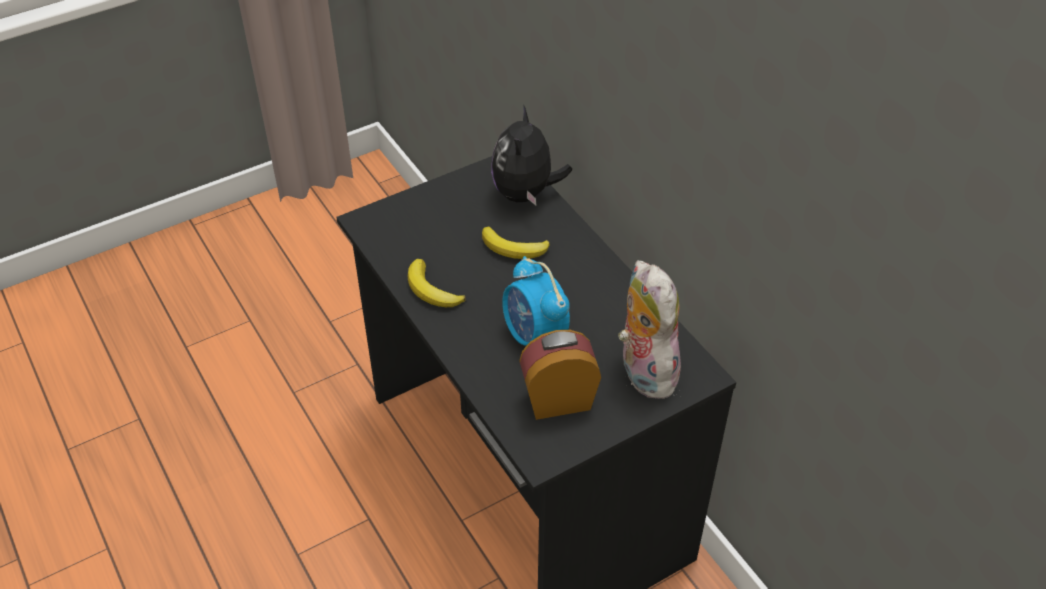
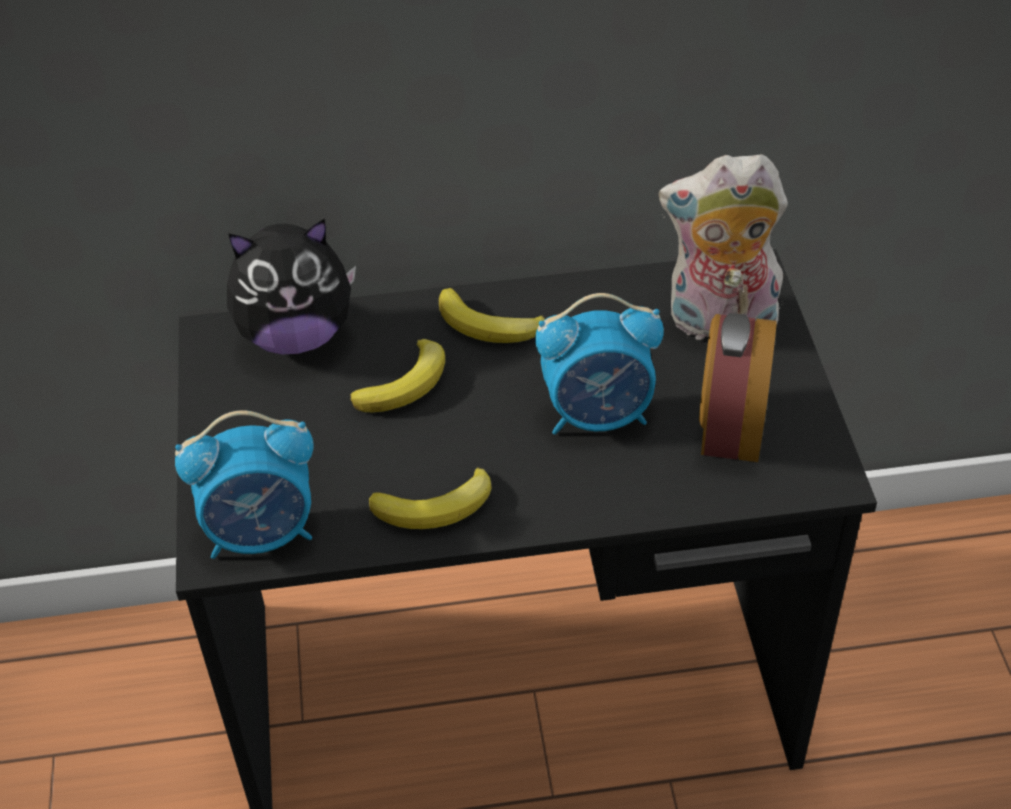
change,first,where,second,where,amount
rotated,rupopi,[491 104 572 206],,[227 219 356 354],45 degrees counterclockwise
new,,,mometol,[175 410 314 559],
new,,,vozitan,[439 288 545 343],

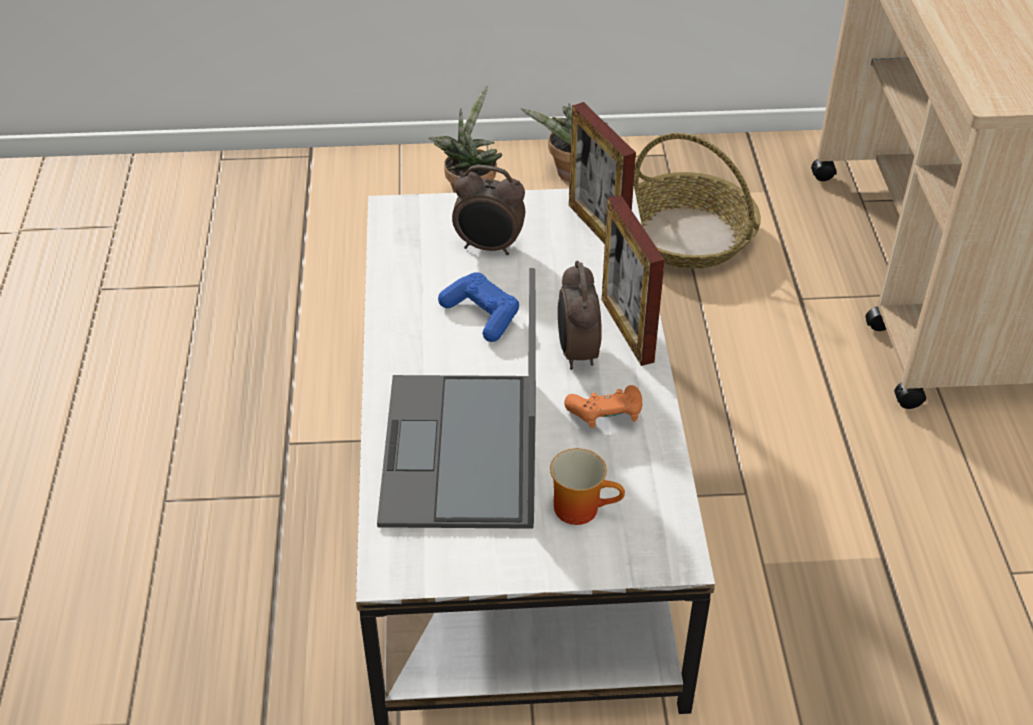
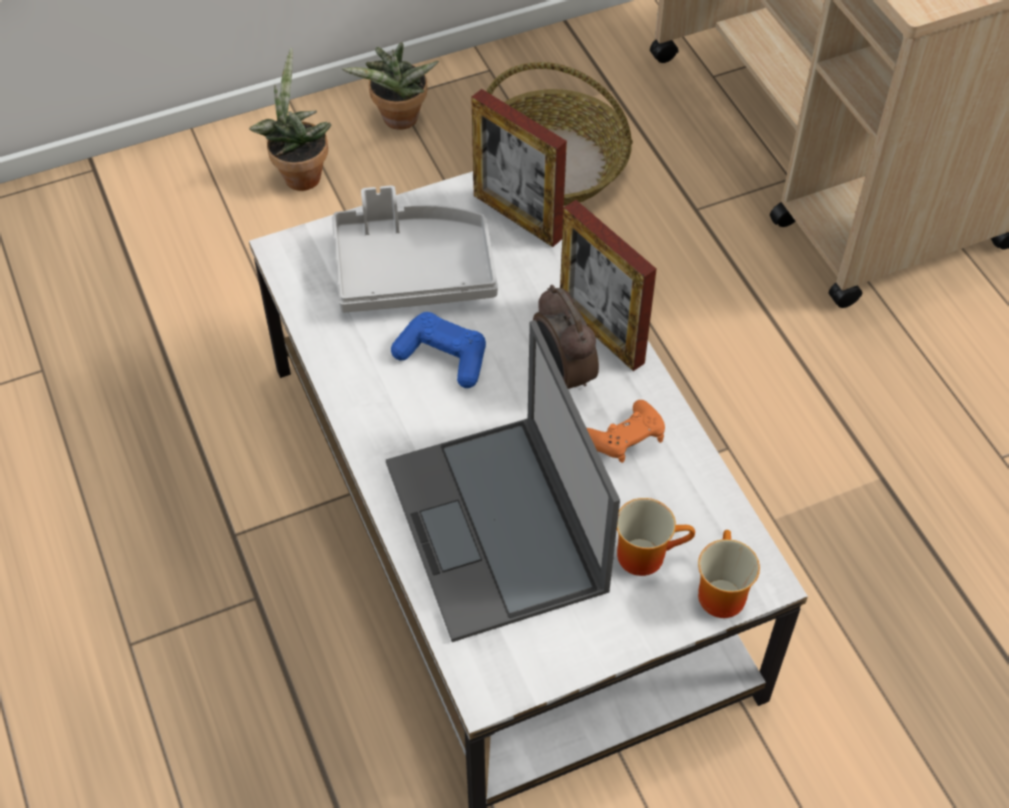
change,first,where,second,where,amount
swapped,mometol,[452 165 525 255],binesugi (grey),[332 185 498 313],
new,,,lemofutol,[698 530 760 618],

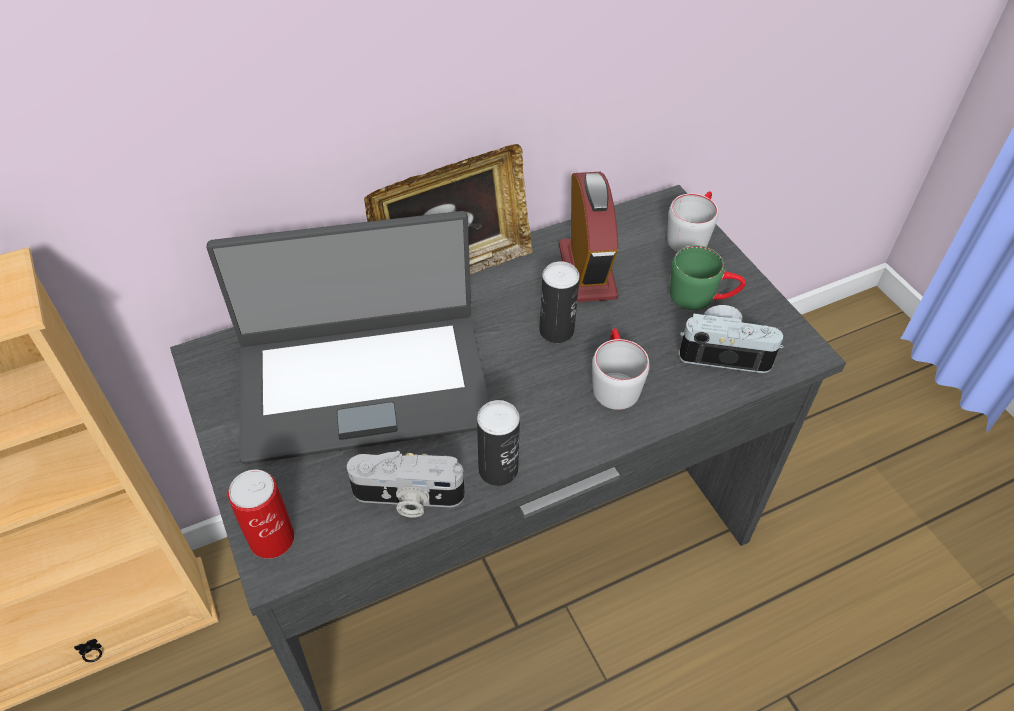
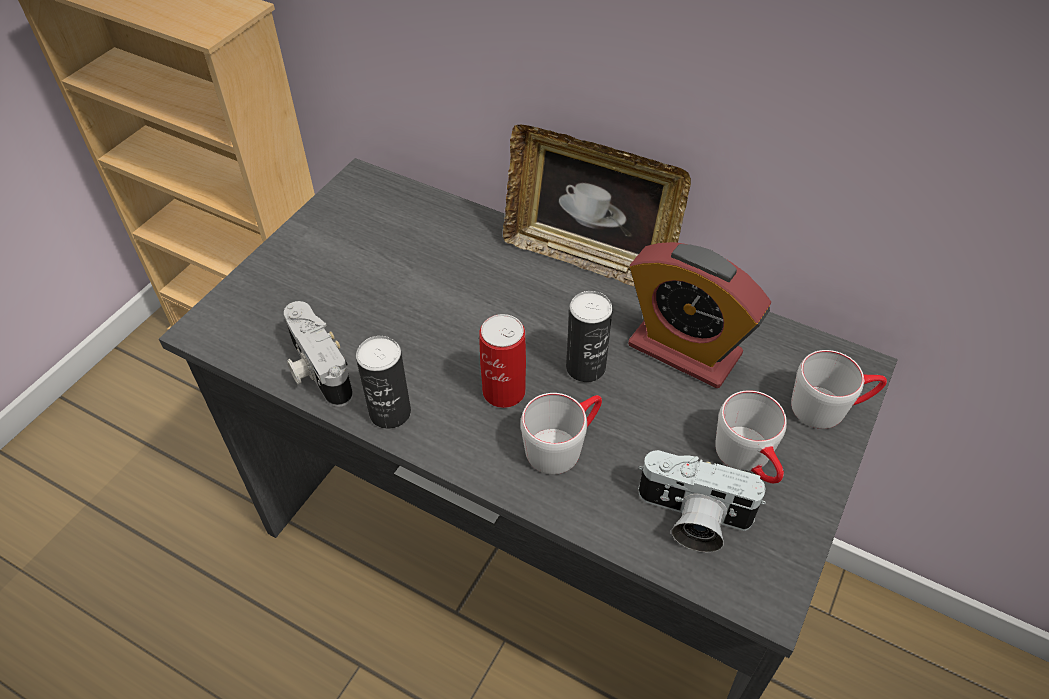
change,first,where,second,where,amount
gone,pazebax,[207 211 490 464],,,
shifted,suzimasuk,[228 470 294 559],,[479 314 526 408],
rotated,mometol,[559 172 619 302],,[628 242 771 388],75 degrees clockwise
repainted,lemofutol (green),[670 245 746 310],lemofutol (grey),[715 390 787 483],
rotated,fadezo,[679 305 783 373],,[638 450 766 552],135 degrees clockwise

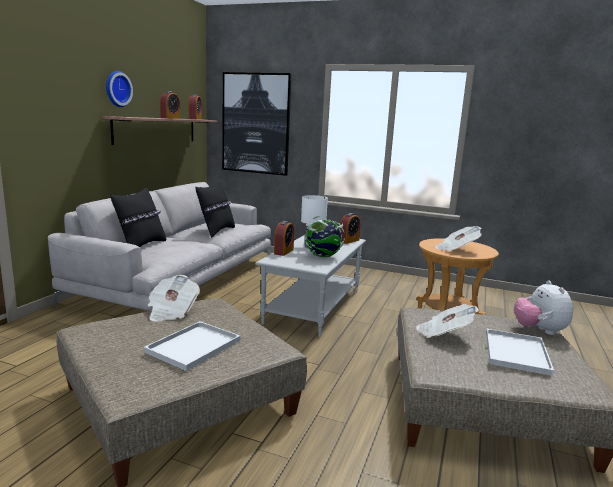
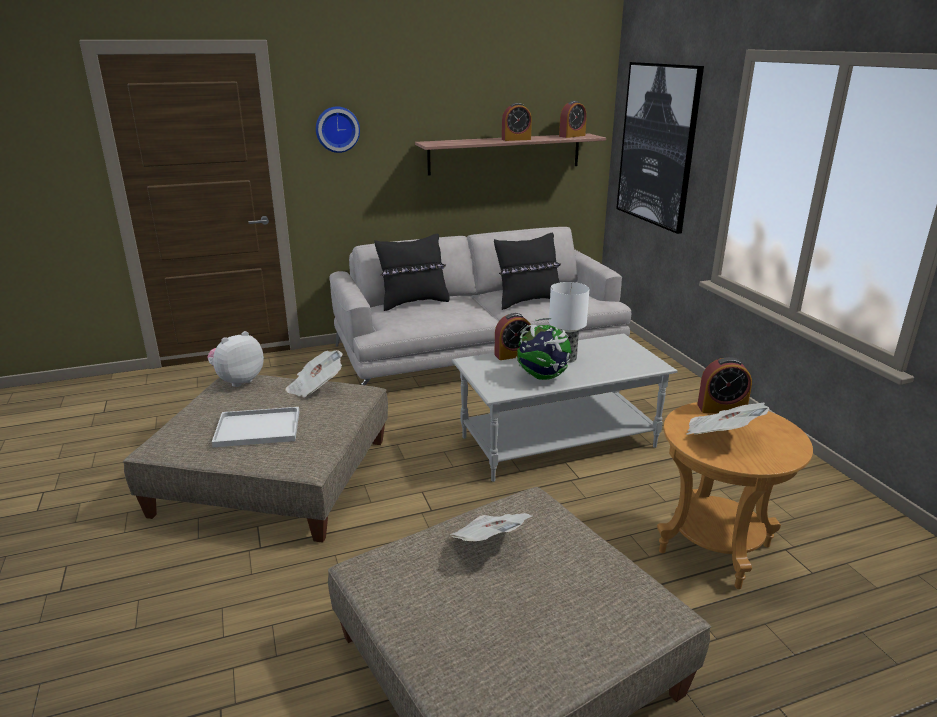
change,first,where,second,where,amount
shifted,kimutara,[106 71 133 107],,[316 106 360 153],
shifted,mometol,[340 213 361 244],,[697 357 752 413],
gone,binesugi (white),[486 329 554 376],,,
shifted,rupopi,[514 280 573 335],,[207 331 264 387],

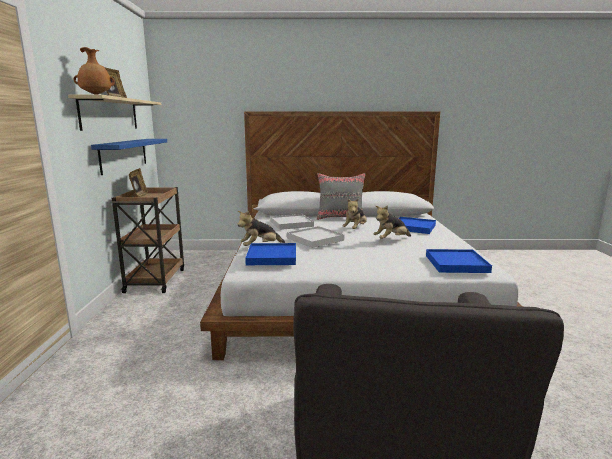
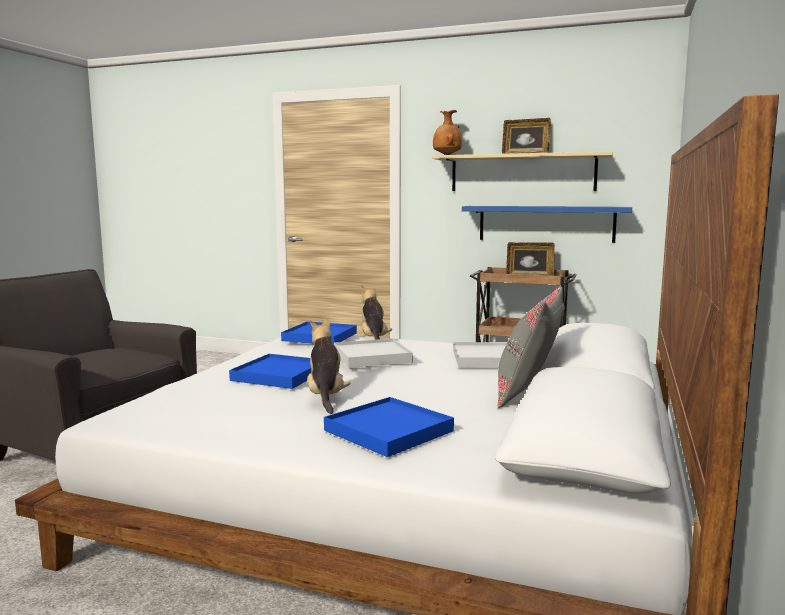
change,first,where,second,where,amount
gone,rupopi,[343 198 367 229],,,
shifted,binesugi (blue),[426 249 492 273],,[229 354 311 389],

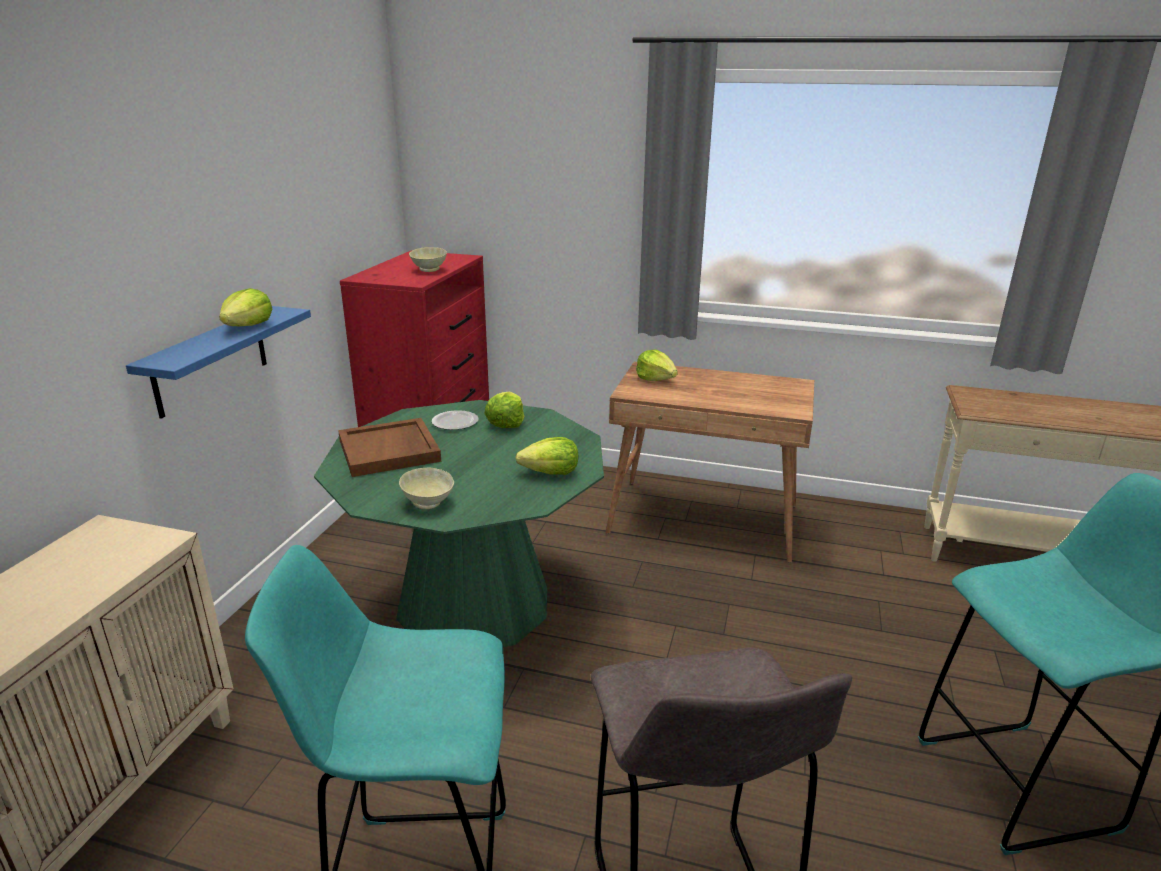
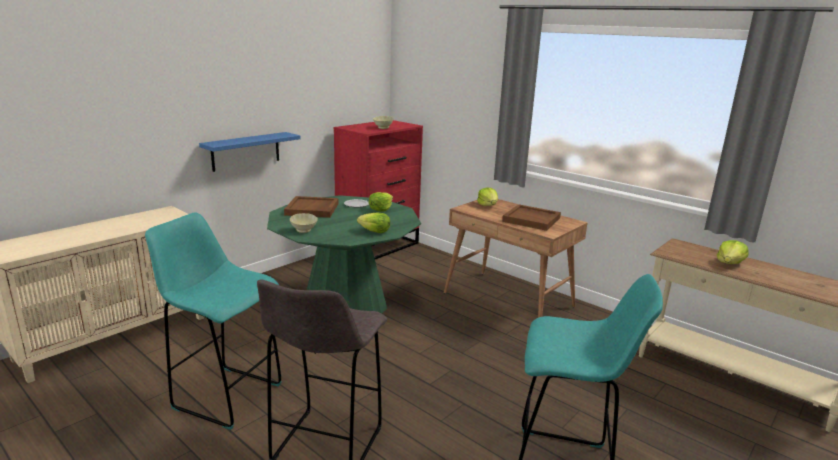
change,first,where,second,where,amount
shifted,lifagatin,[219 288 272 326],,[717 240 749 264],
new,,,binesugi (brown),[502 204 561 231],

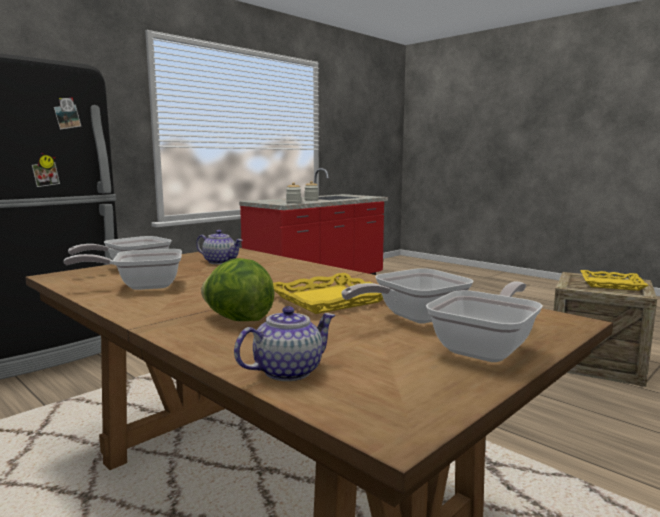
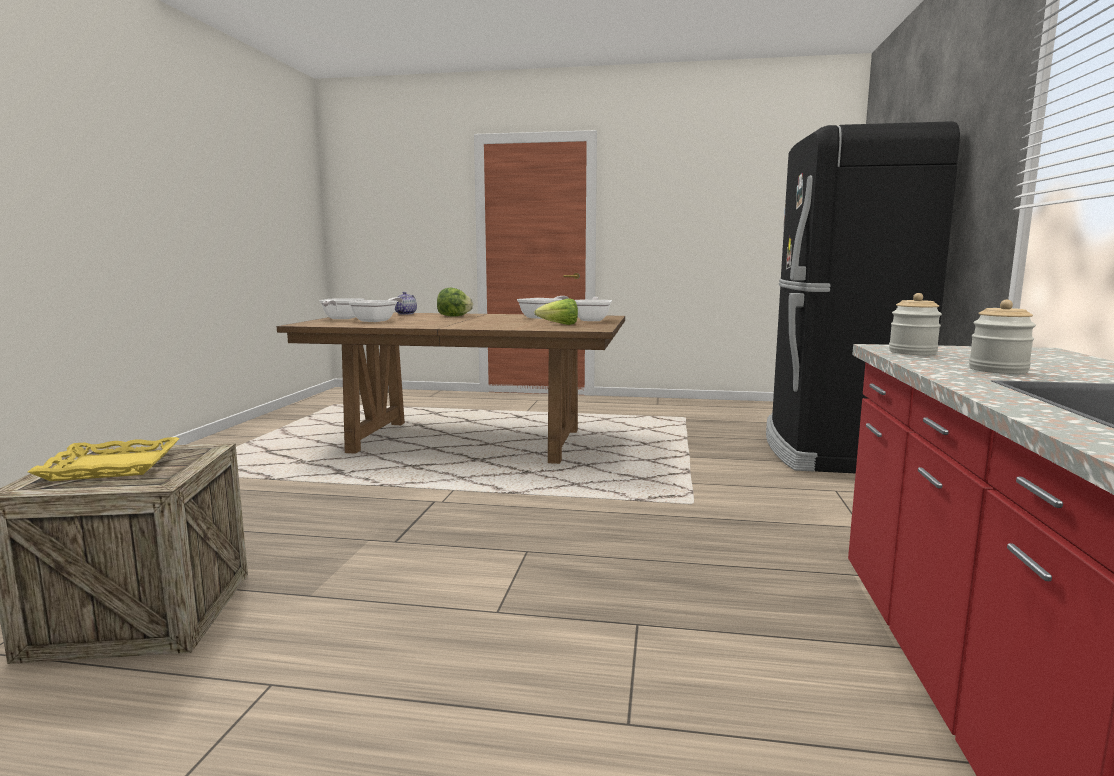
change,first,where,second,where,amount
swapped,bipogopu,[196 230 243 264],lifagatin,[534 298 578 325],
gone,binesugi (yellow),[273 273 383 314],,,

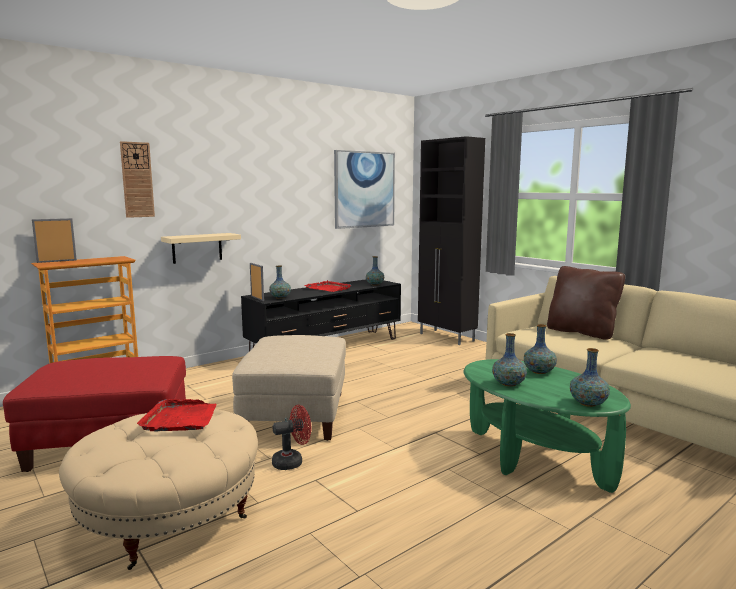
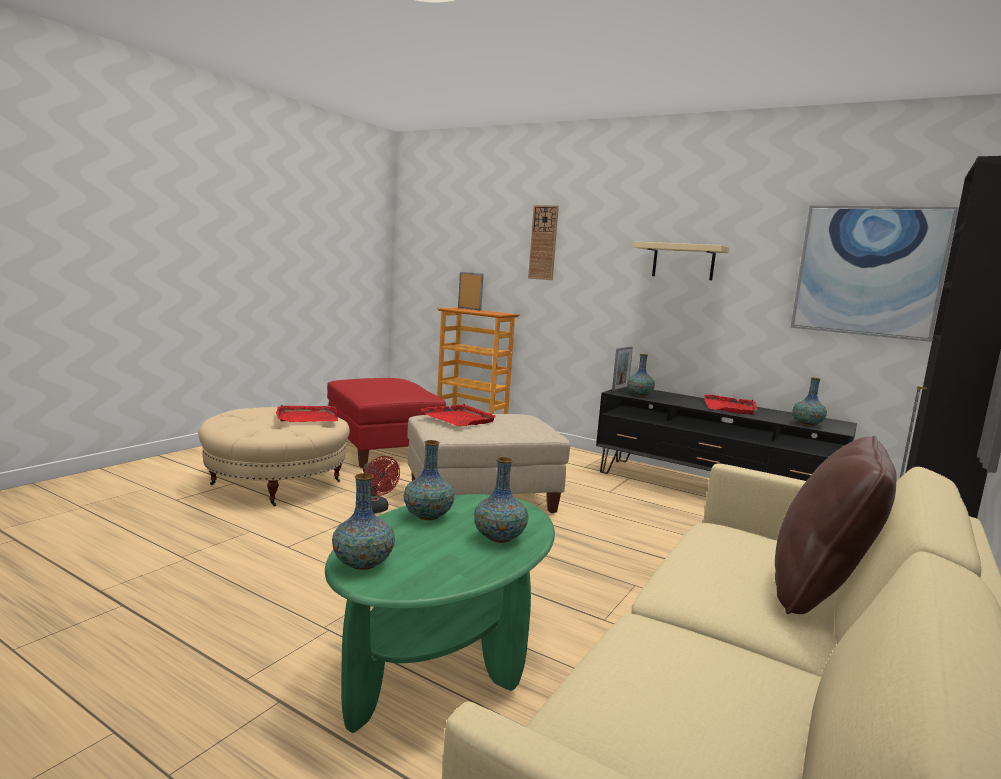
change,first,where,second,where,amount
shifted,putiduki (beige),[161 233 241 264],,[633 241 729 280],
new,,,binesugi (red),[421 404 496 426],

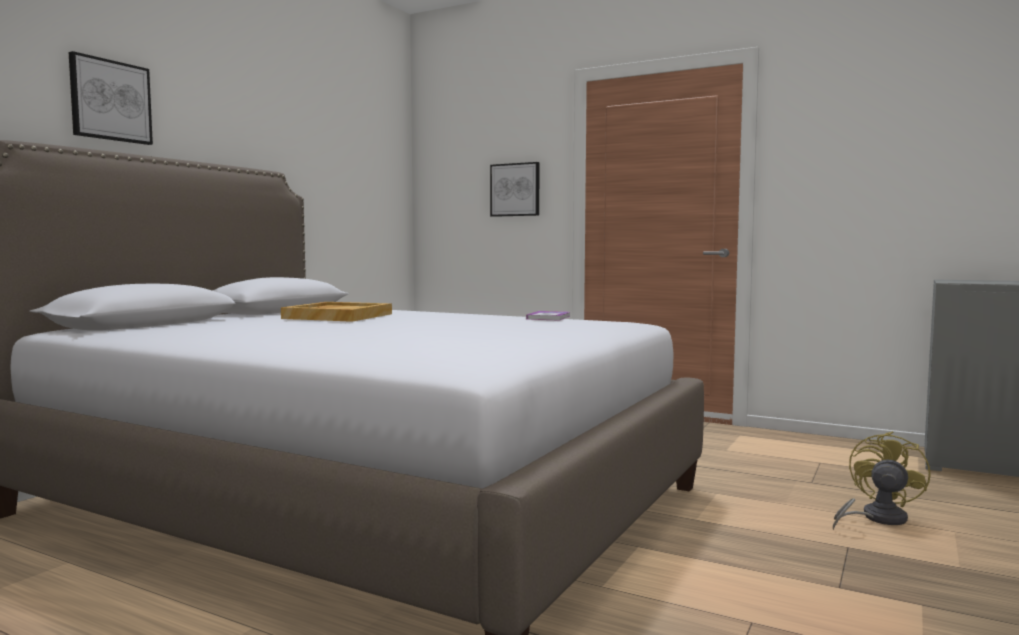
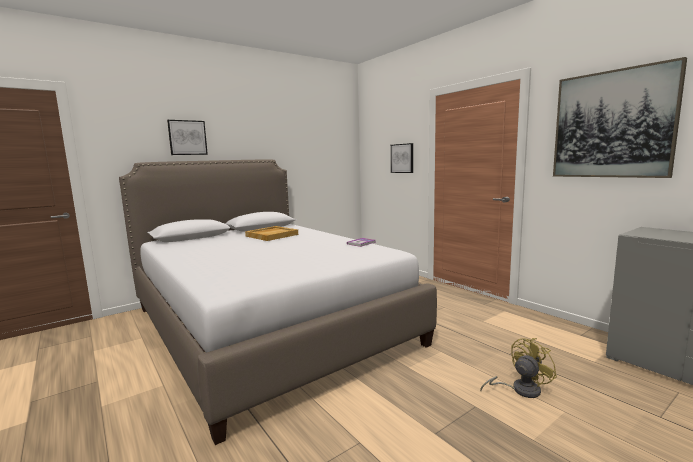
change,first,where,second,where,amount
new,,,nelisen,[553 57 687 178],

